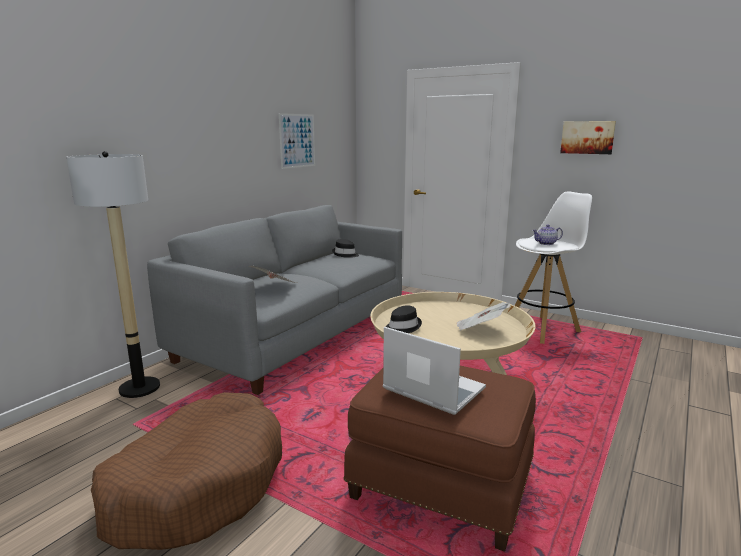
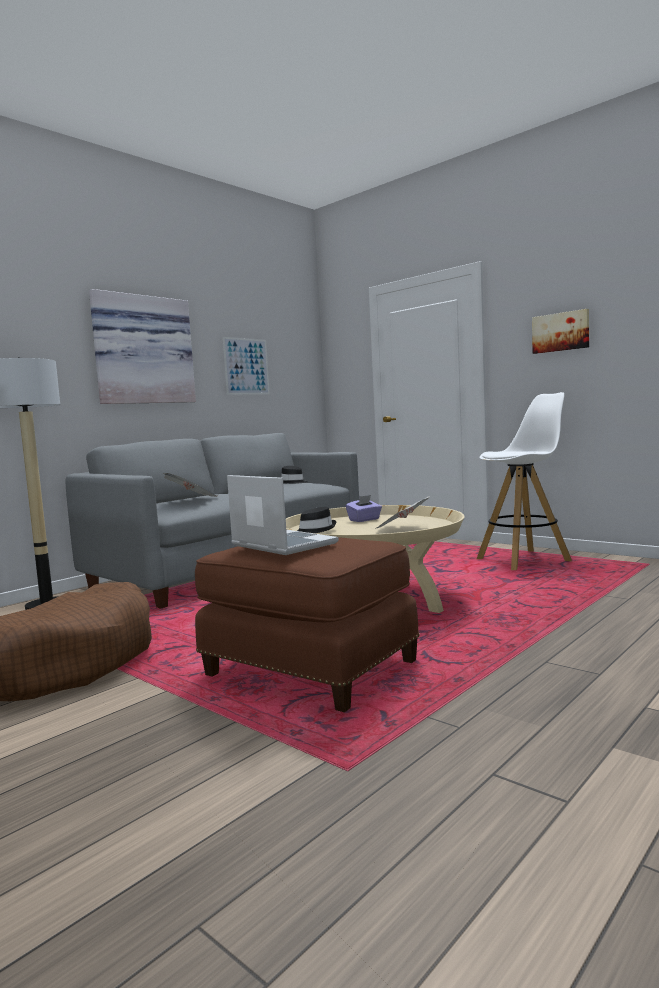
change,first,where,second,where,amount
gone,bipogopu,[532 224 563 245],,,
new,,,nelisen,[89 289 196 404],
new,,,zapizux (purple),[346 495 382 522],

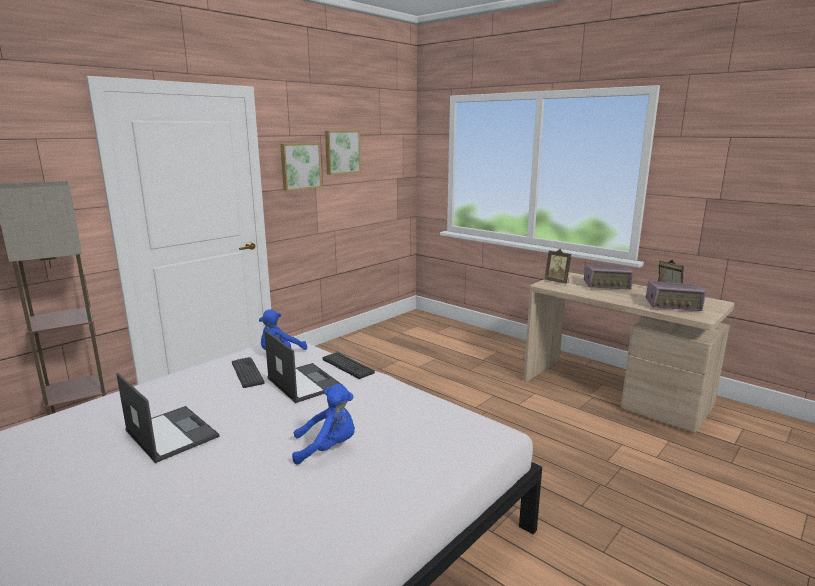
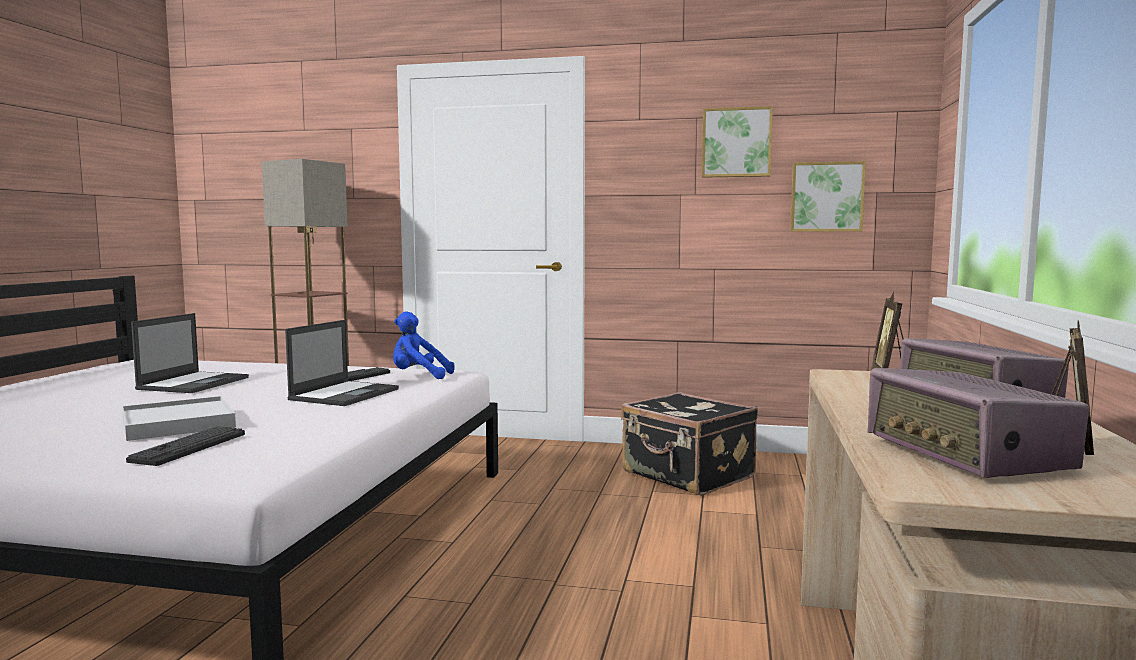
change,first,where,second,where,amount
shifted,nelisen,[280 143 322 191],,[790 161 866 232],
swapped,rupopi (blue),[292 384 355 465],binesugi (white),[122 396 236 441],
shifted,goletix,[323 352 375 379],,[126 426 245 466],
new,,,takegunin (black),[621 392 758 496],

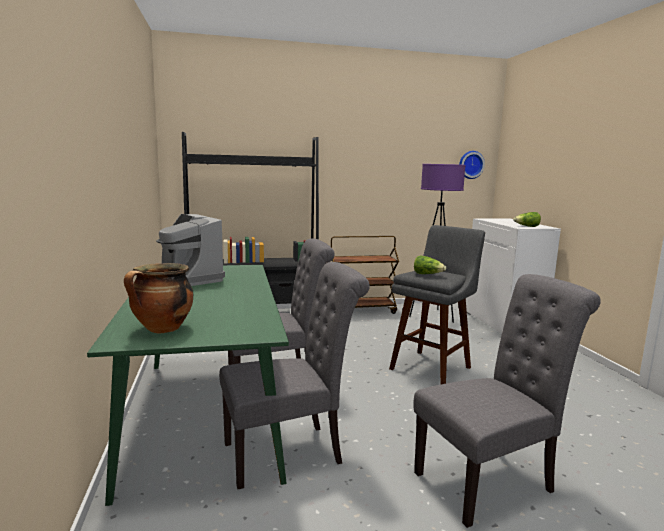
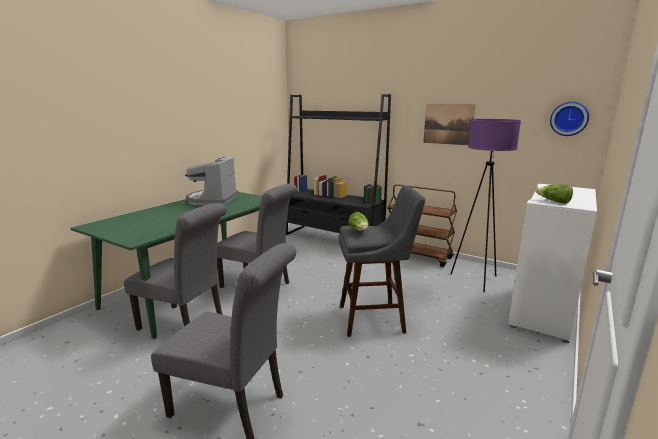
change,first,where,second,where,amount
gone,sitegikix,[124 263 193 333],,,
new,,,nelisen,[423 104 476 145],

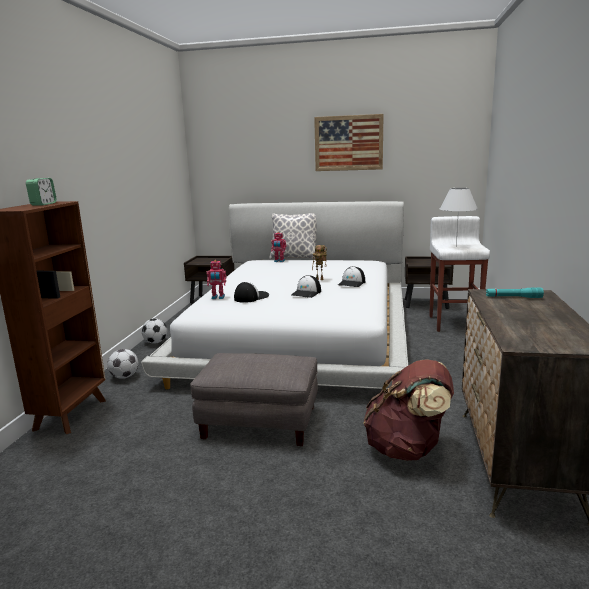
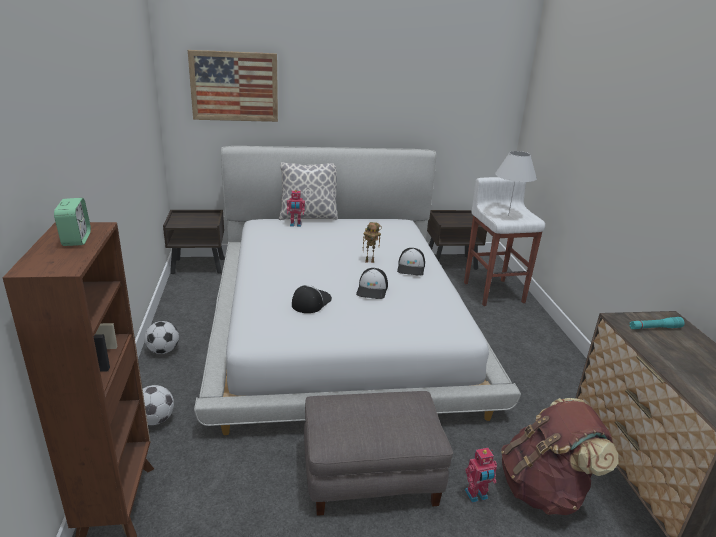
change,first,where,second,where,amount
shifted,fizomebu,[206 260 227 299],,[465 448 497 503],
shifted,nelisen,[314 114 384 171],,[188 50 278 122],

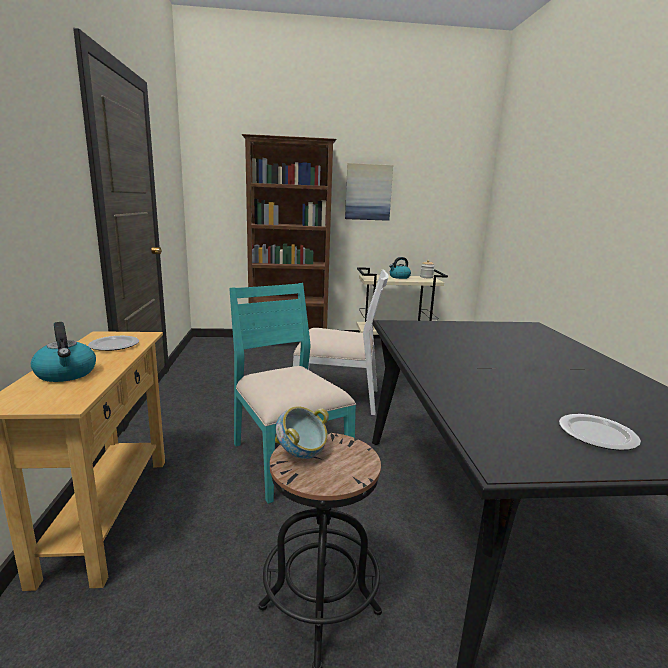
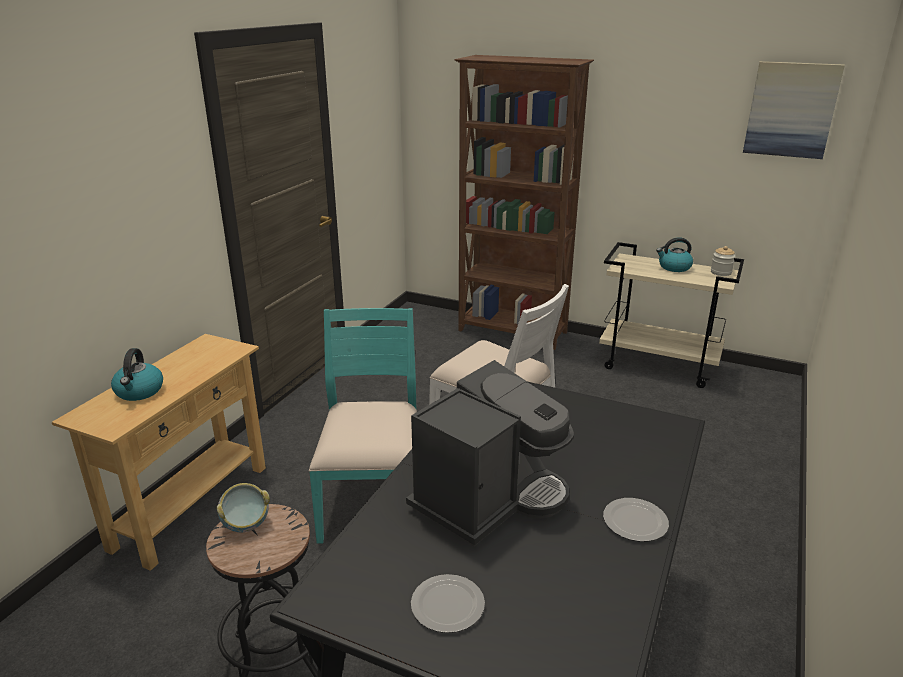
change,first,where,second,where,amount
shifted,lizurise,[88 336 139 351],,[603 498 669 542],
shifted,nelisen,[345 163 393 221],,[743 61 845 159],
new,,,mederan,[406 360 574 547],

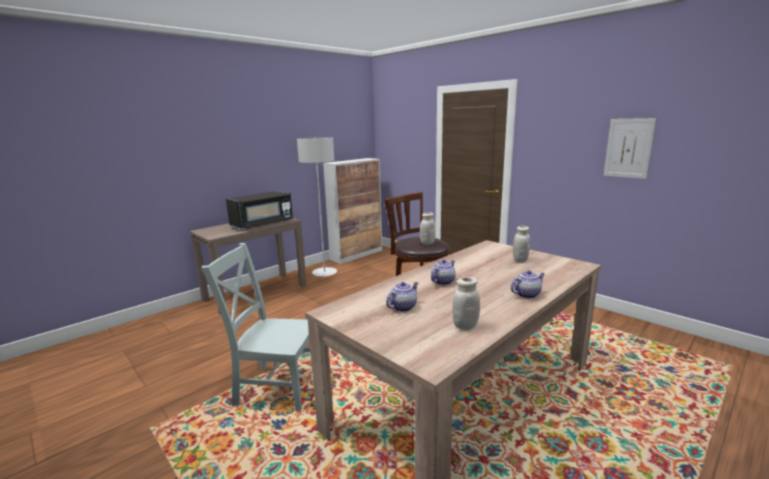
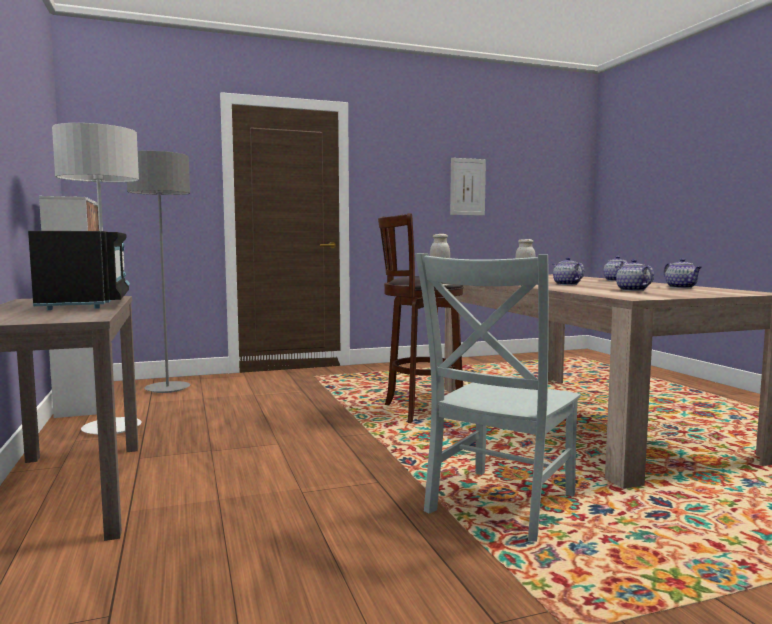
change,first,where,second,where,amount
swapped,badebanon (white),[452 277 480 330],bipogopu,[664 258 702 288],
new,,,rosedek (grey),[127 151 190 393],

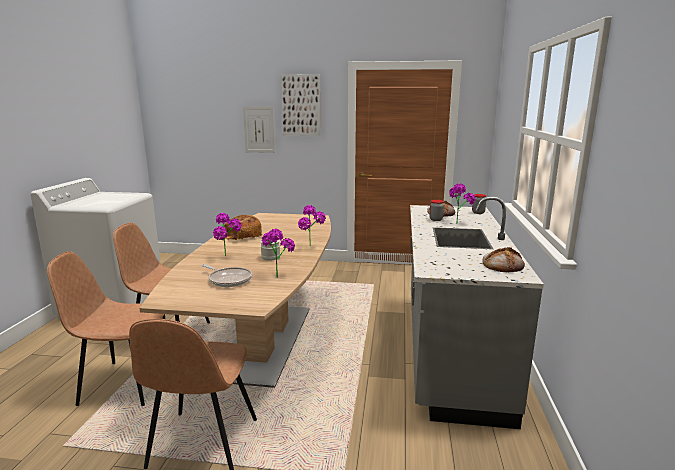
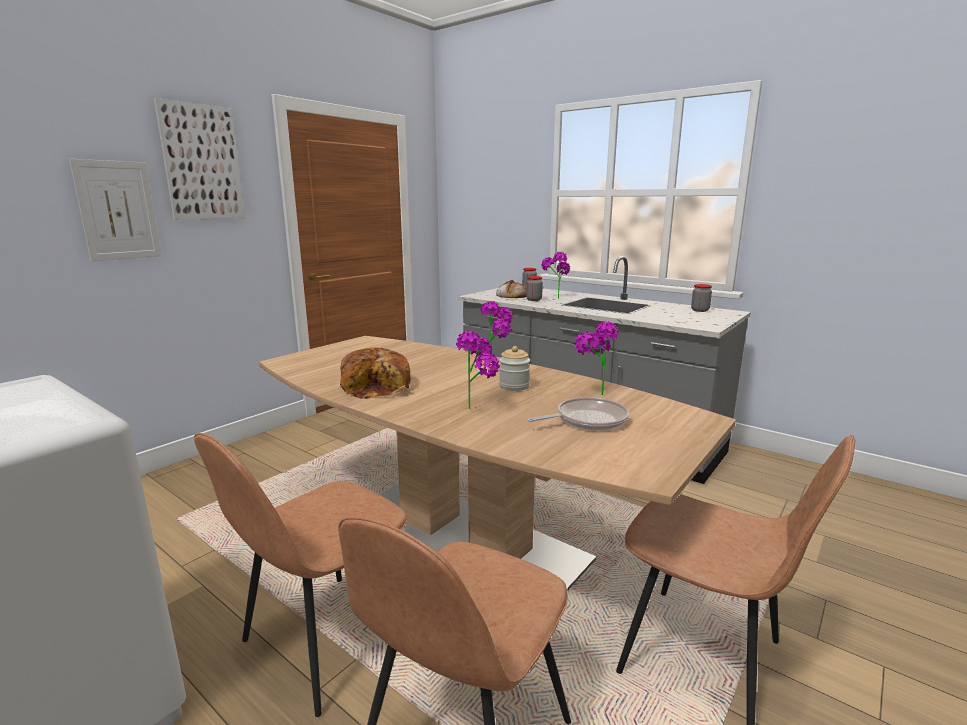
change,first,where,second,where,amount
swapped,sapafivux,[482 247 525 272],badebanon,[691 284 712 312],

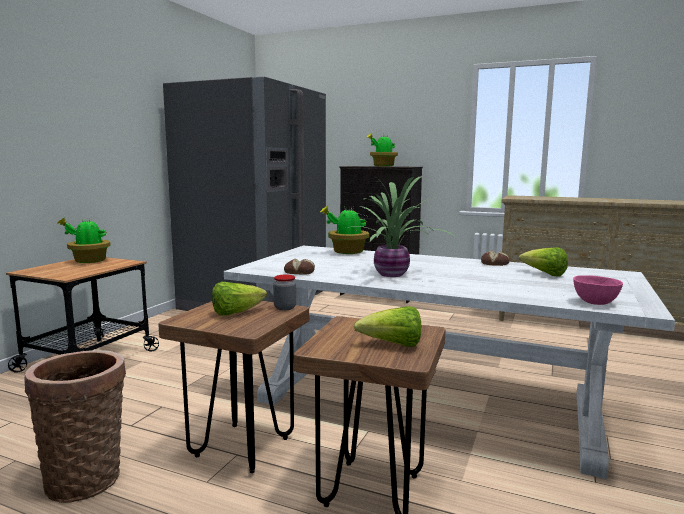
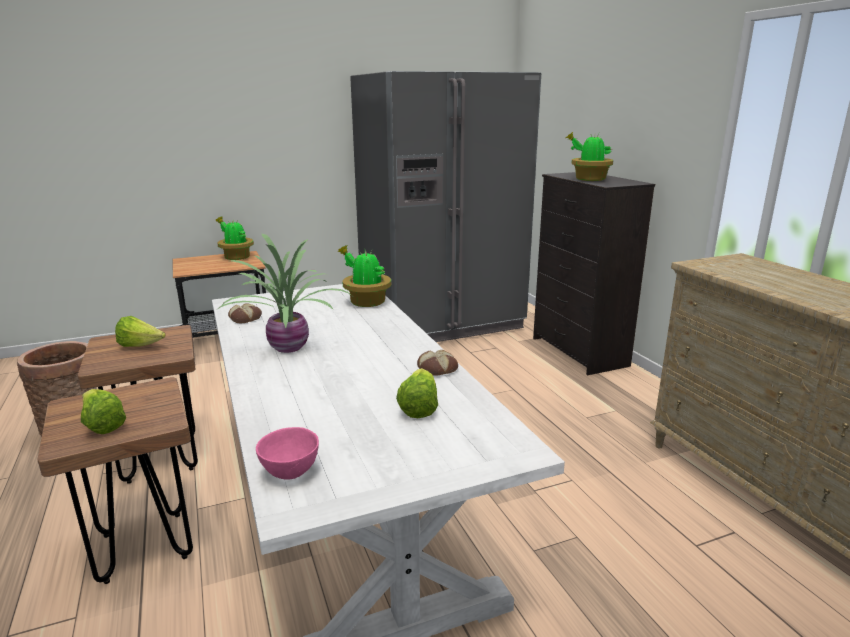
change,first,where,second,where,amount
gone,badebanon,[273 275 296 310],,,

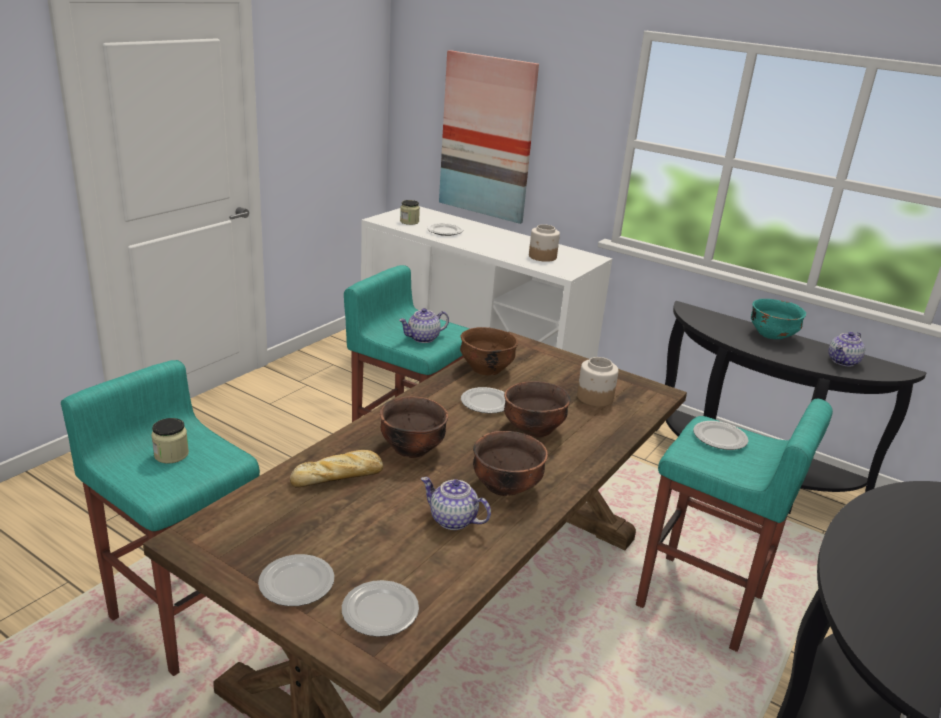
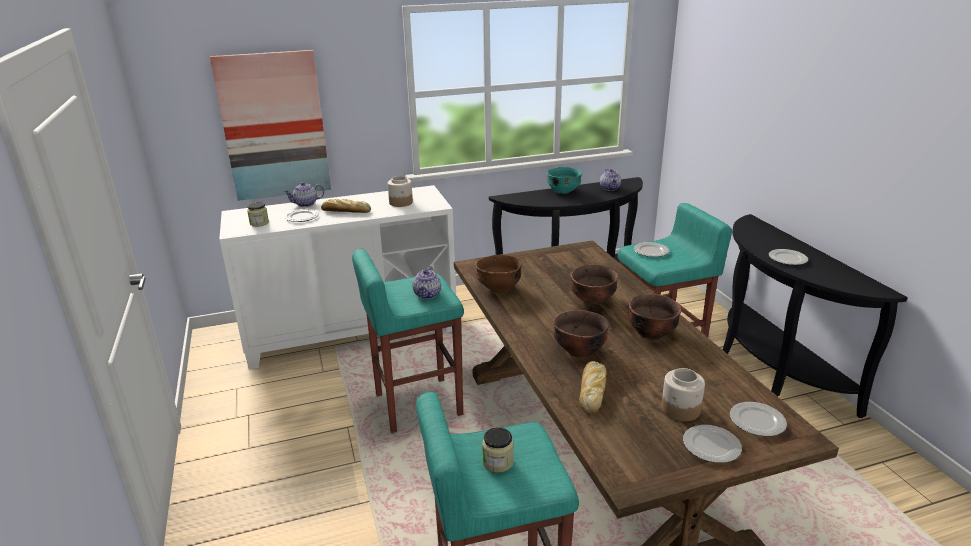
change,first,where,second,where,amount
shifted,bipogopu,[421 477 491 530],,[284 182 324 207],
shifted,lizurise,[461 387 505 413],,[769 249 808 265],
shifted,badebanon,[577 357 619 407],,[661 368 705 421],
new,,,sapafivux,[321 199 371 213],

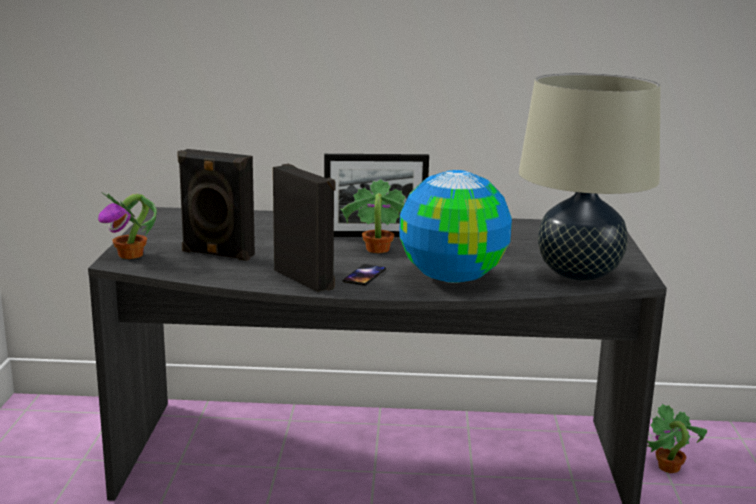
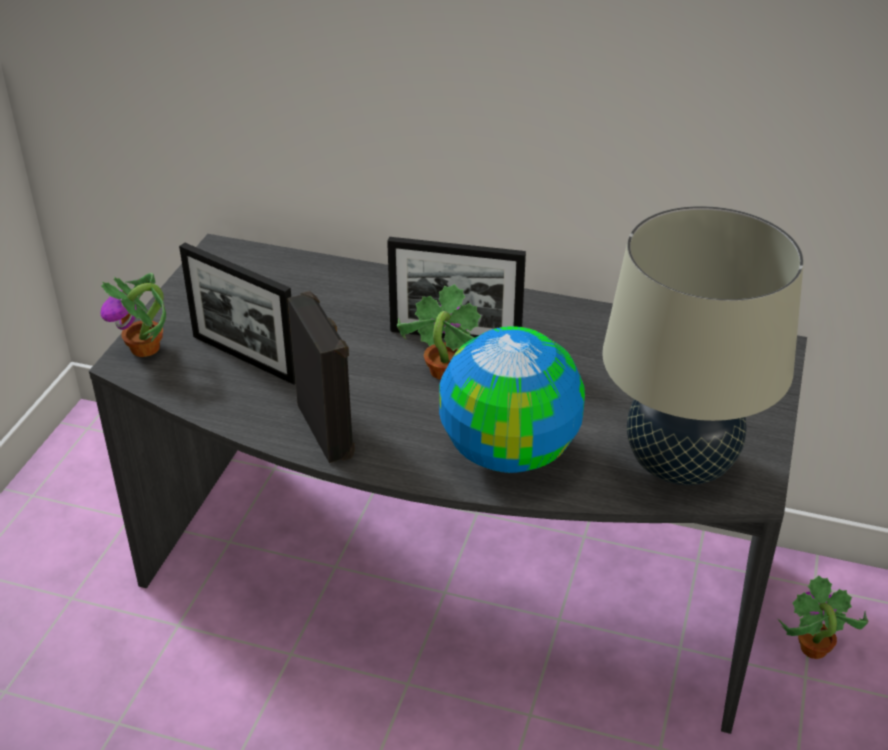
change,first,where,second,where,amount
swapped,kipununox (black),[177 149 255 261],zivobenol,[179 243 296 385],
gone,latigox,[342 264 386 286],,,

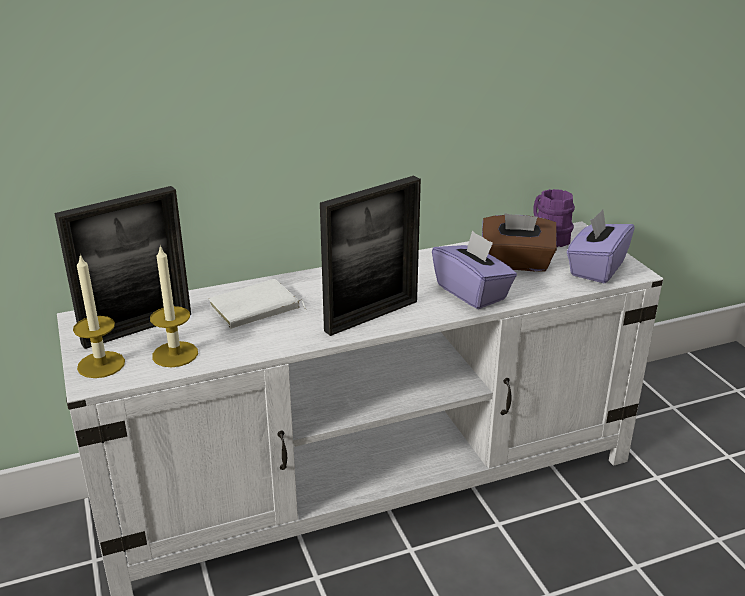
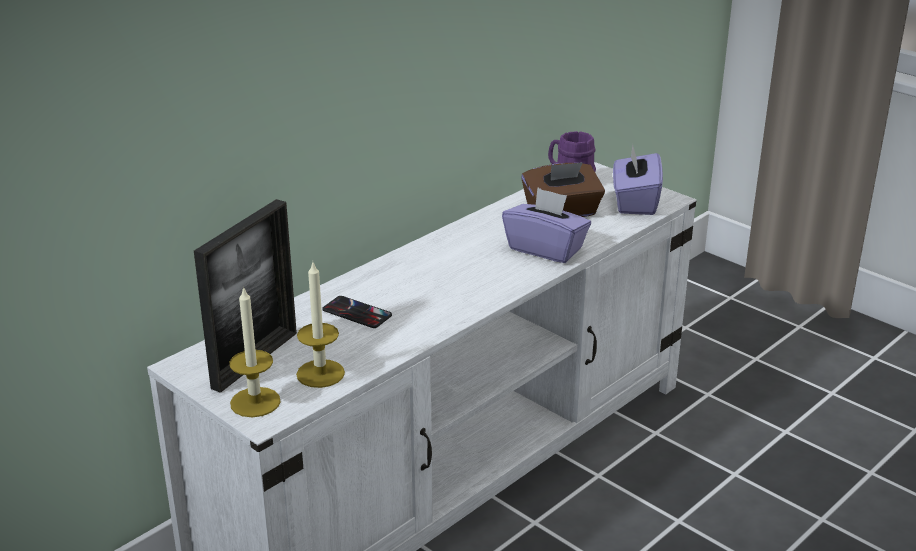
change,first,where,second,where,amount
swapped,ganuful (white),[209 279 307 329],latigox,[322 296 392 328],
gone,zivobenol,[320 176 421 336],,,

